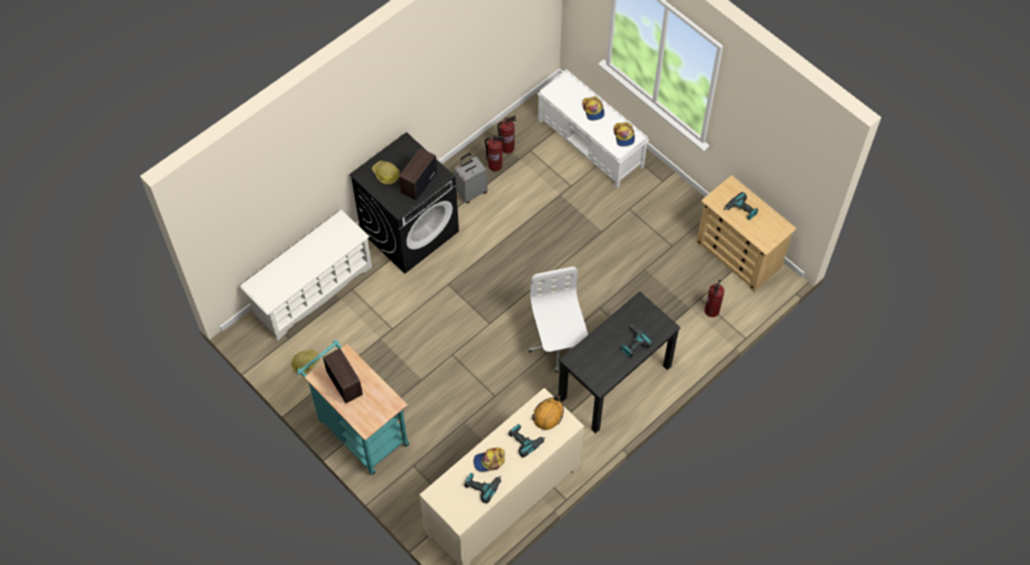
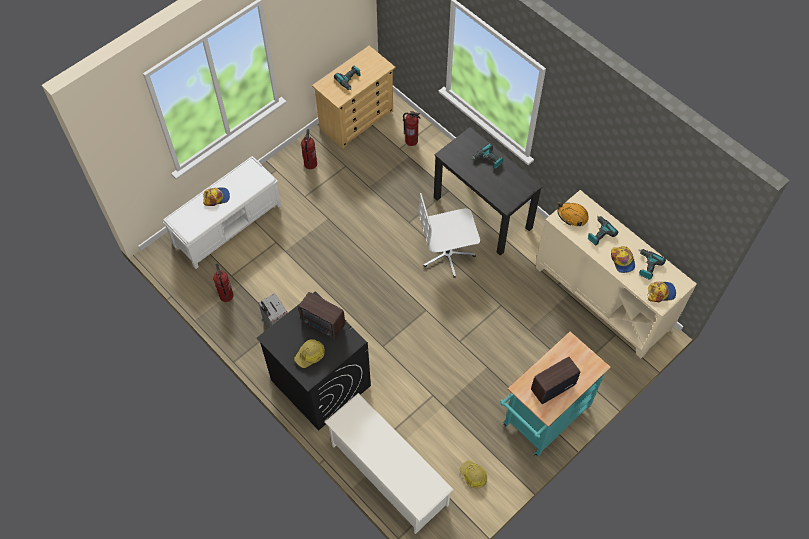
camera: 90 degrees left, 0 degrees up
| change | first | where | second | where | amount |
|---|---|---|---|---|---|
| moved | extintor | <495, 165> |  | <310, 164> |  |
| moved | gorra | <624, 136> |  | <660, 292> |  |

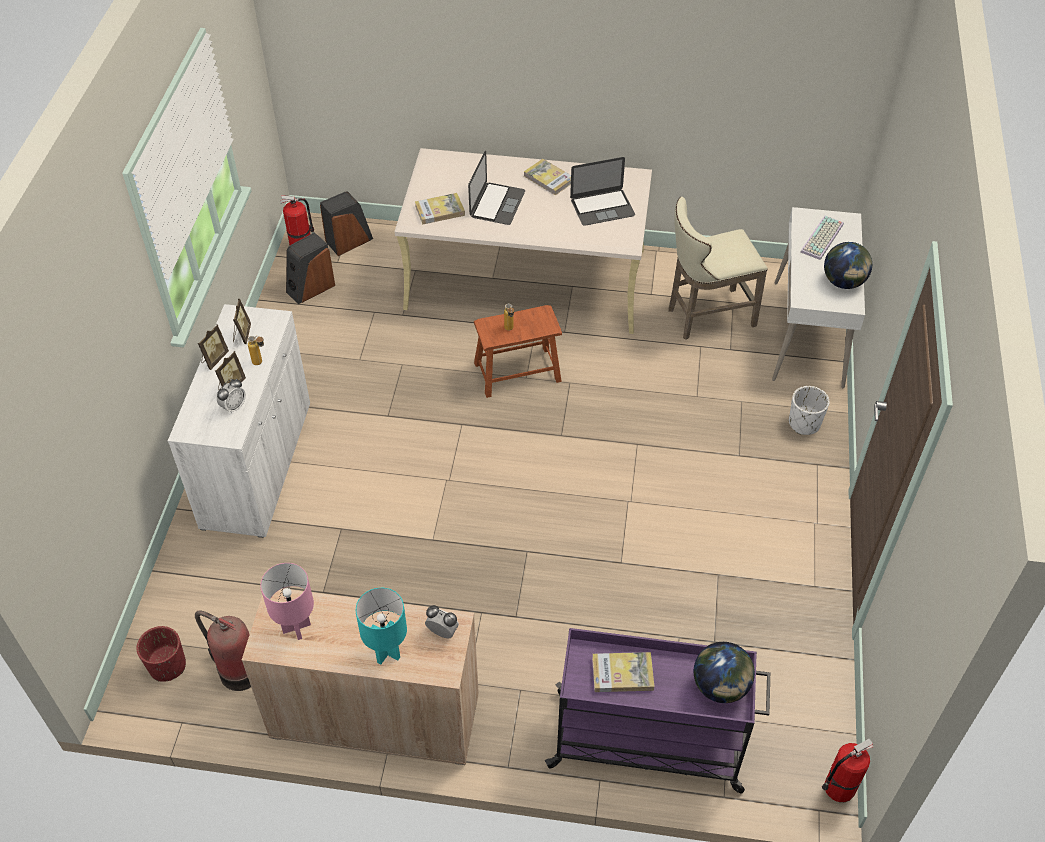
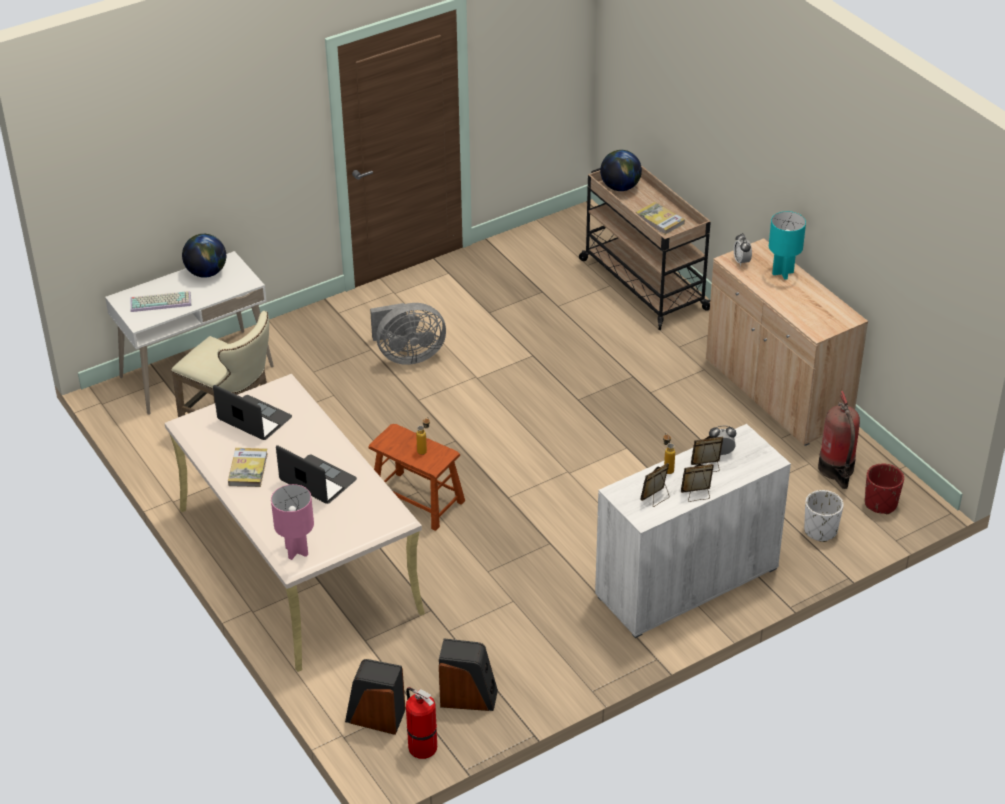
camera: 130 degrees left, 10 degrees down
| change | first | where | second | where | amount |
|---|---|---|---|---|---|
| moved | lámpara de mesa [rosa] | <297, 628> |  | <296, 551> |  |
| turned | portátil | <497, 204> |  | <318, 480> | 60 degrees clockwise |
| added |  |  | ventilador [gris] | <408, 356> |  |
| recoloured | carrito [morado] | <650, 742> | carrito [beis] | <642, 283> |  |
| moved | maceta [blanco] | <804, 423> |  | <820, 530> |  |
| removed | libro | <440, 210> |  |  |  |
| removed | extintor | <838, 788> |  |  |  |

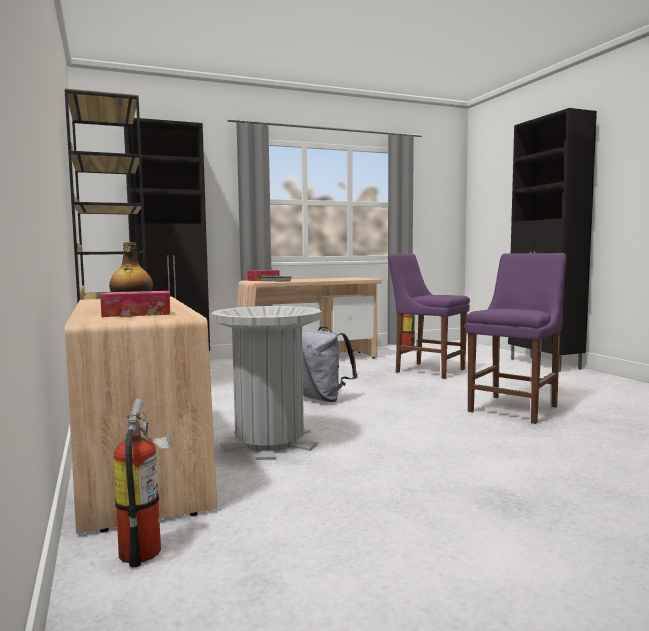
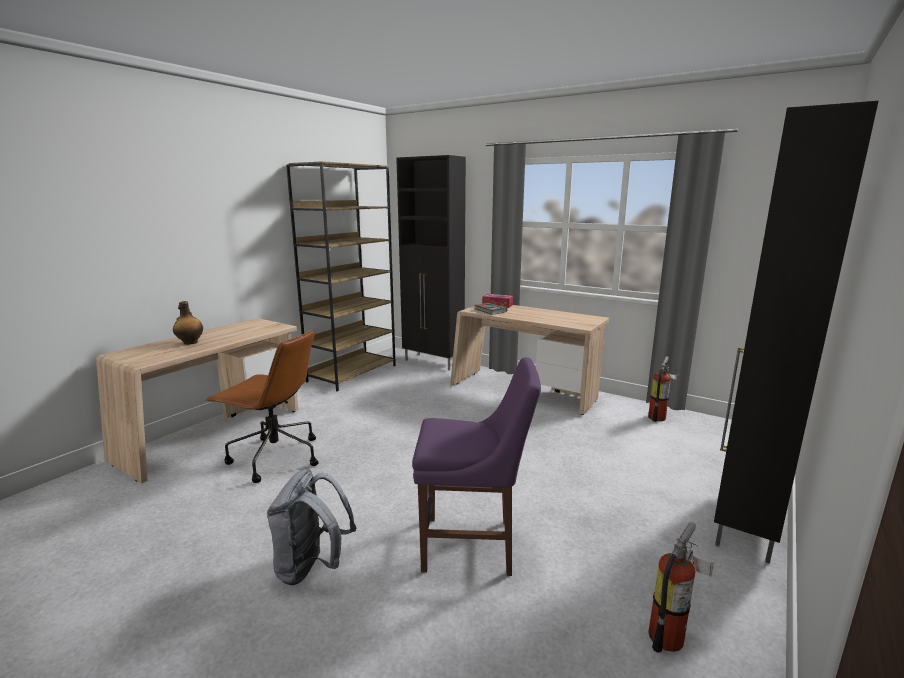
camera: 55 degrees right, 10 degrees up
| change | first | where | second | where | amount |
|---|---|---|---|---|---|
| replaced | papelera [gris] | <270, 442> | silla de oficina [marrón] | <274, 457> |  |
| moved | mochila [gris] | <324, 399> |  | <312, 567> |  |
| moved | extintor | <145, 549> |  | <671, 636> |  |
| removed | caja de pañuelos | <137, 314> |  |  |  |
| removed | silla [morado] | <427, 370> |  |  |  |

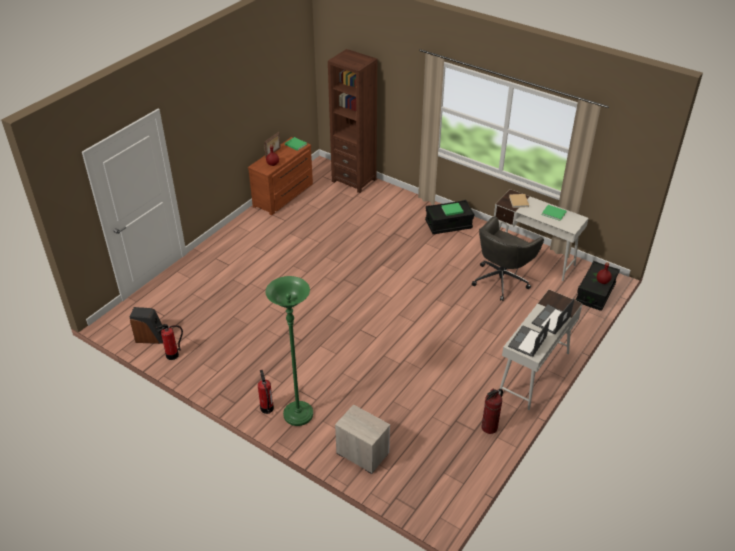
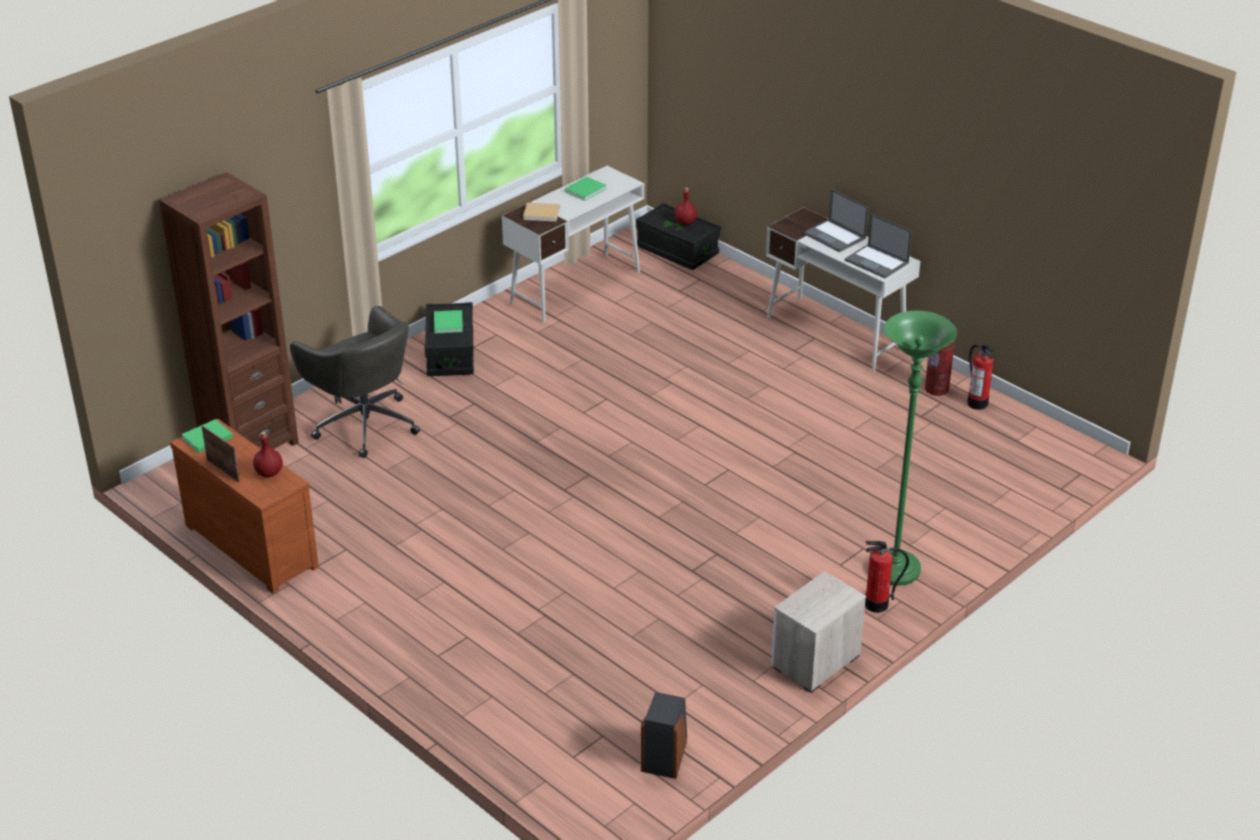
camera: 80 degrees left, 5 degrees down
| change | first | where | second | where | amount |
|---|---|---|---|---|---|
| moved | silla de oficina [gris] | <501, 280> |  | <364, 423> |  |
| moved | mesita de noche | <362, 452> |  | <814, 661> |  |
| moved | extintor | <172, 355> |  | <977, 403> |  |

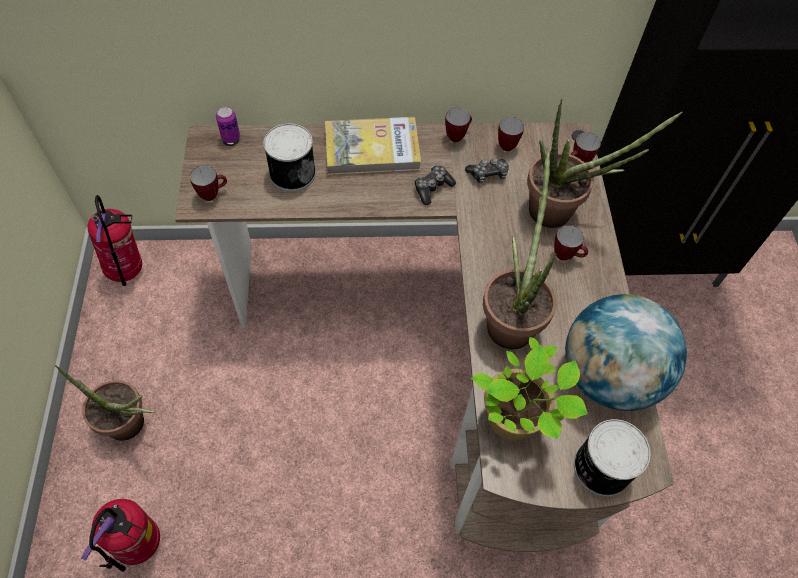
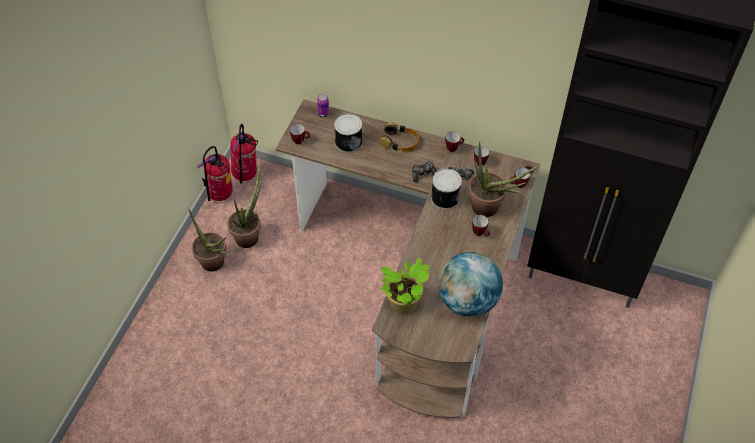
camera: 25 degrees right, 5 degrees down
| change | first | where | second | where | amount |
|---|---|---|---|---|---|
| moved | extintor | <141, 547> |  | <220, 196> |  |
| moved | planta en maceta | <511, 318> |  | <250, 235> |  |
| replaced | libro | <372, 149> | auriculares | <399, 142> |  |
| moved | lata | <600, 467> |  | <444, 197> |  |

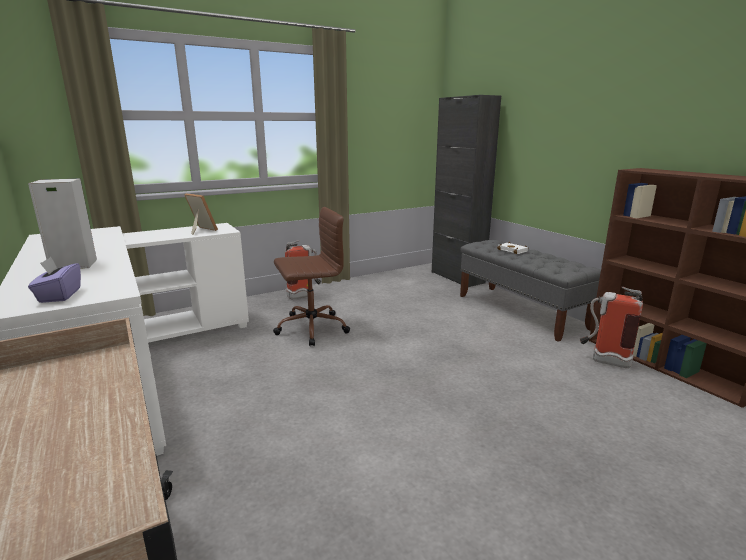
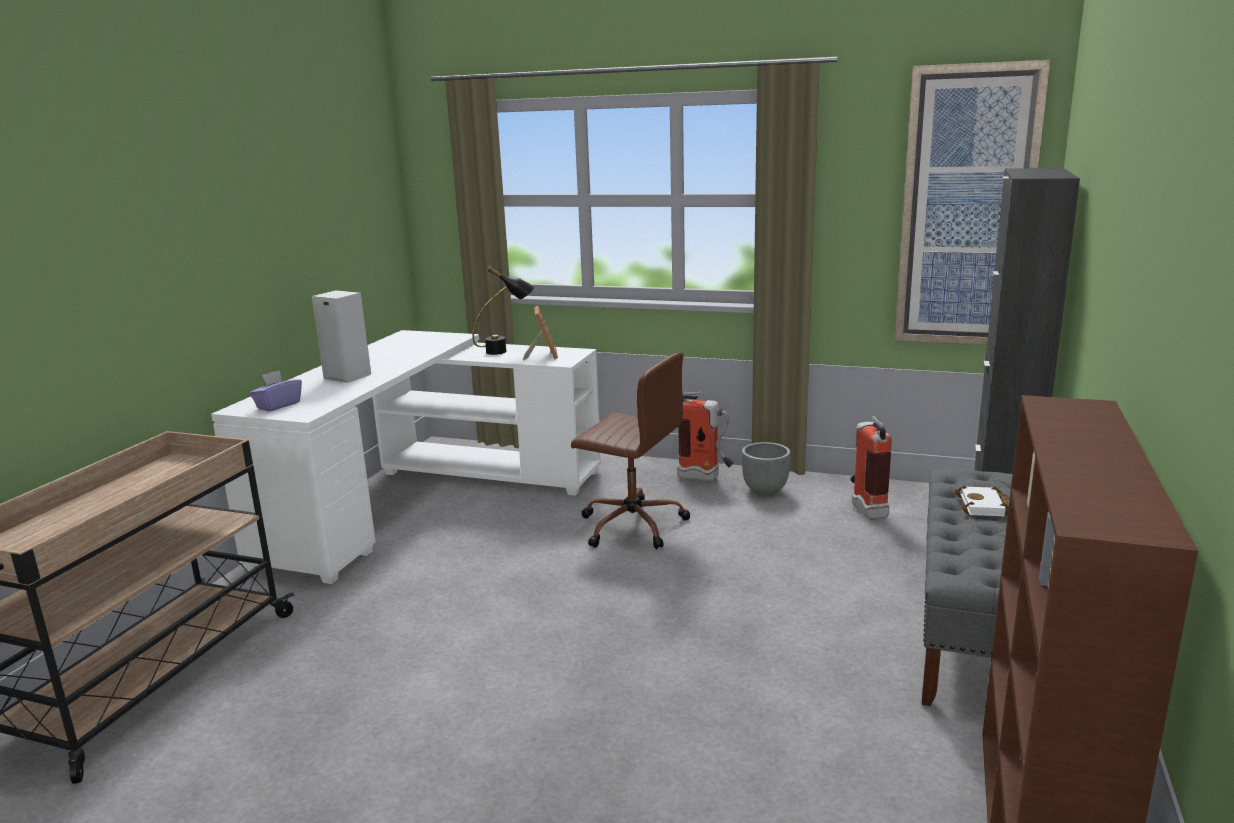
camera: 50 degrees right, 0 degrees up
| change | first | where | second | where | amount |
|---|---|---|---|---|---|
| added |  |  | lámpara de mesa [negro] | <506, 351> |  |
| added |  |  | maceta [gris] | <765, 491> |  |
| moved | extintor | <603, 360> |  | <865, 508> |  |
| added |  |  | cuadro | <966, 209> |  |

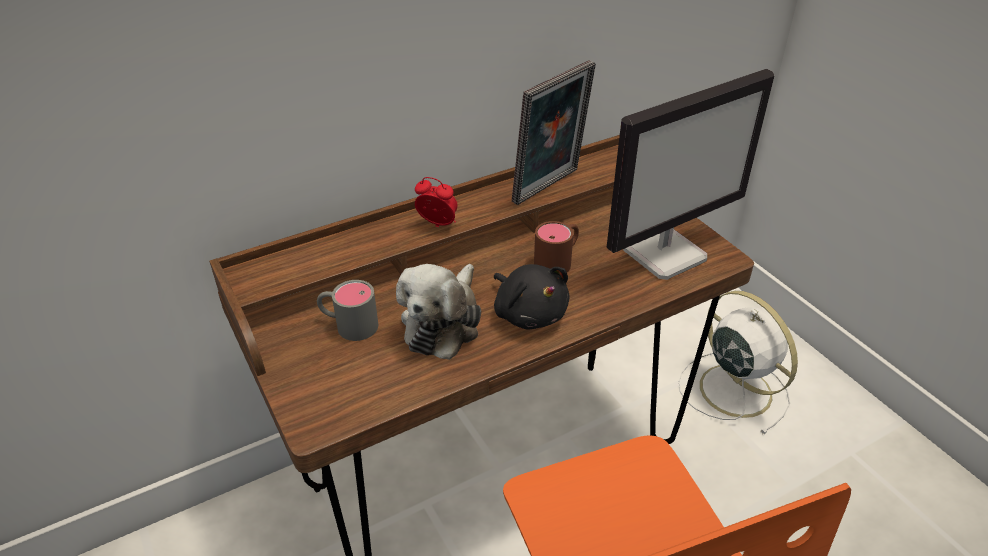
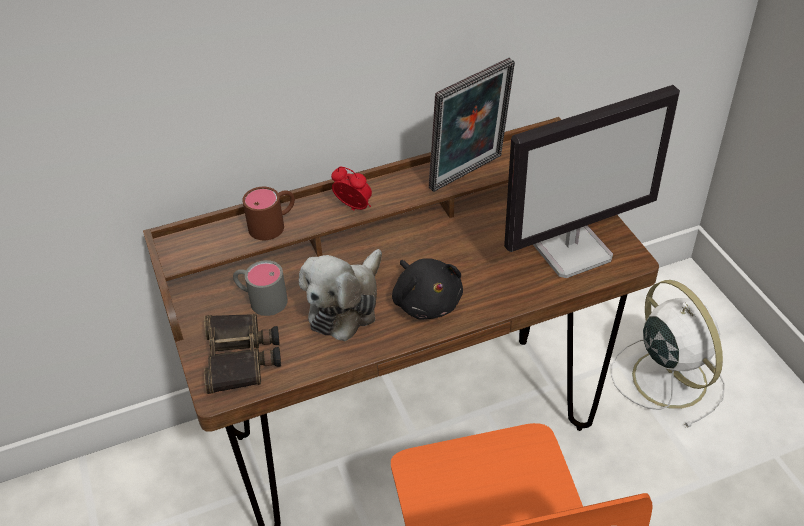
camera: 10 degrees right, 5 degrees up
| change | first | where | second | where | amount |
|---|---|---|---|---|---|
| added |  |  | prismáticos | <242, 357> |  |
| moved | taza grande [marrón] | <558, 260> |  | <274, 224> |  |

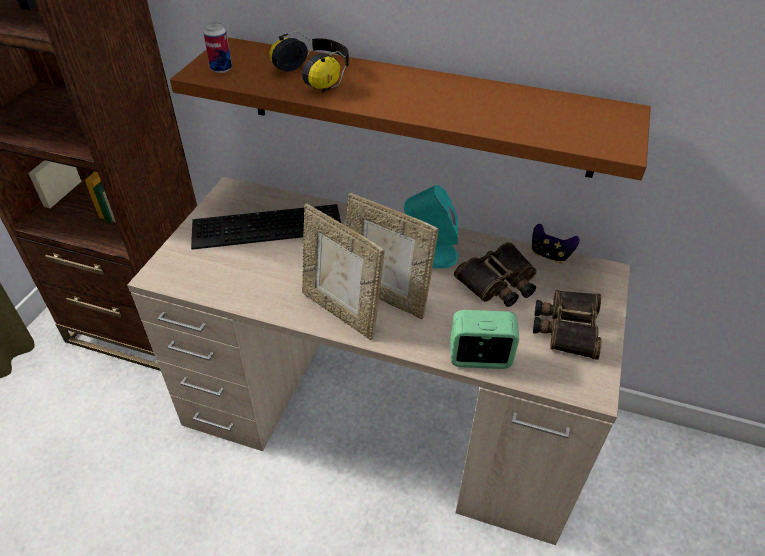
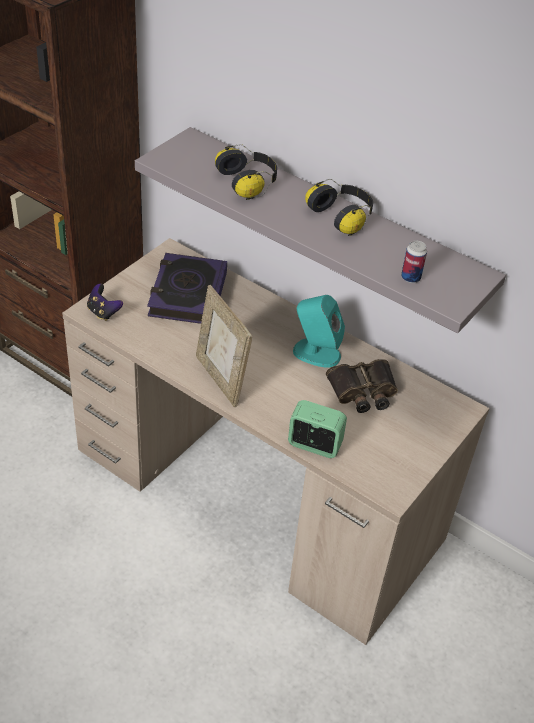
camera: 15 degrees right, 0 degrees up
| change | first | where | second | where | amount |
|---|---|---|---|---|---|
| moved | mando de consola | <549, 255> |  | <103, 312> |  |
| recoloured | estante [marrón] | <417, 107> | estante [gris] | <332, 224> |  |
| replaced | teclado | <265, 228> | libro | <187, 294> |  |
| added |  |  | auriculares | <342, 217> |  |
| moved | lata | <221, 69> |  | <410, 278> |  |
| removed | portarretratos | <386, 296> |  |  |  |
| removed | prismáticos | <566, 327> |  |  |  |

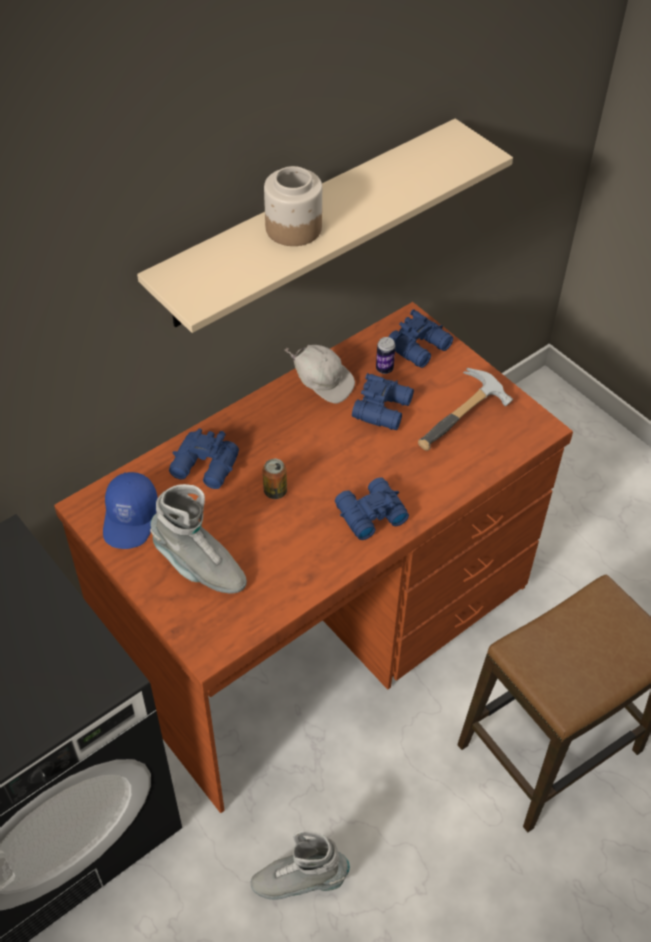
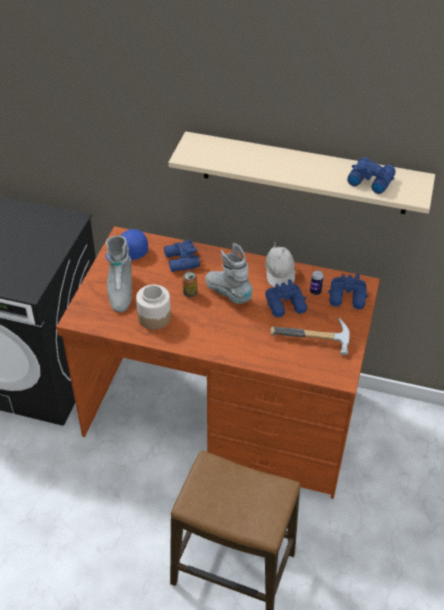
camera: 55 degrees right, 5 degrees down
| change | first | where | second | where | amount |
|---|---|---|---|---|---|
| moved | tarro | <292, 228> |  | <154, 317> |  |
| moved | bota [gris] | <299, 881> |  | <228, 293> |  |
| moved | prismáticos [azul] | <369, 514> |  | <370, 180> |  |

